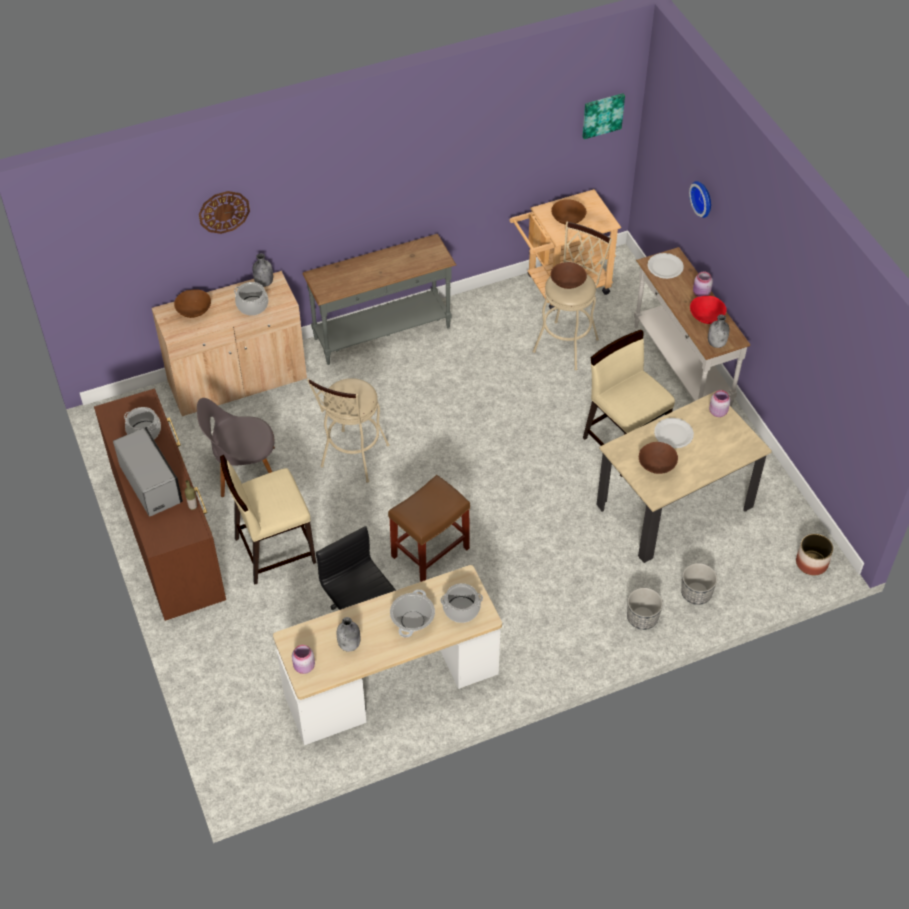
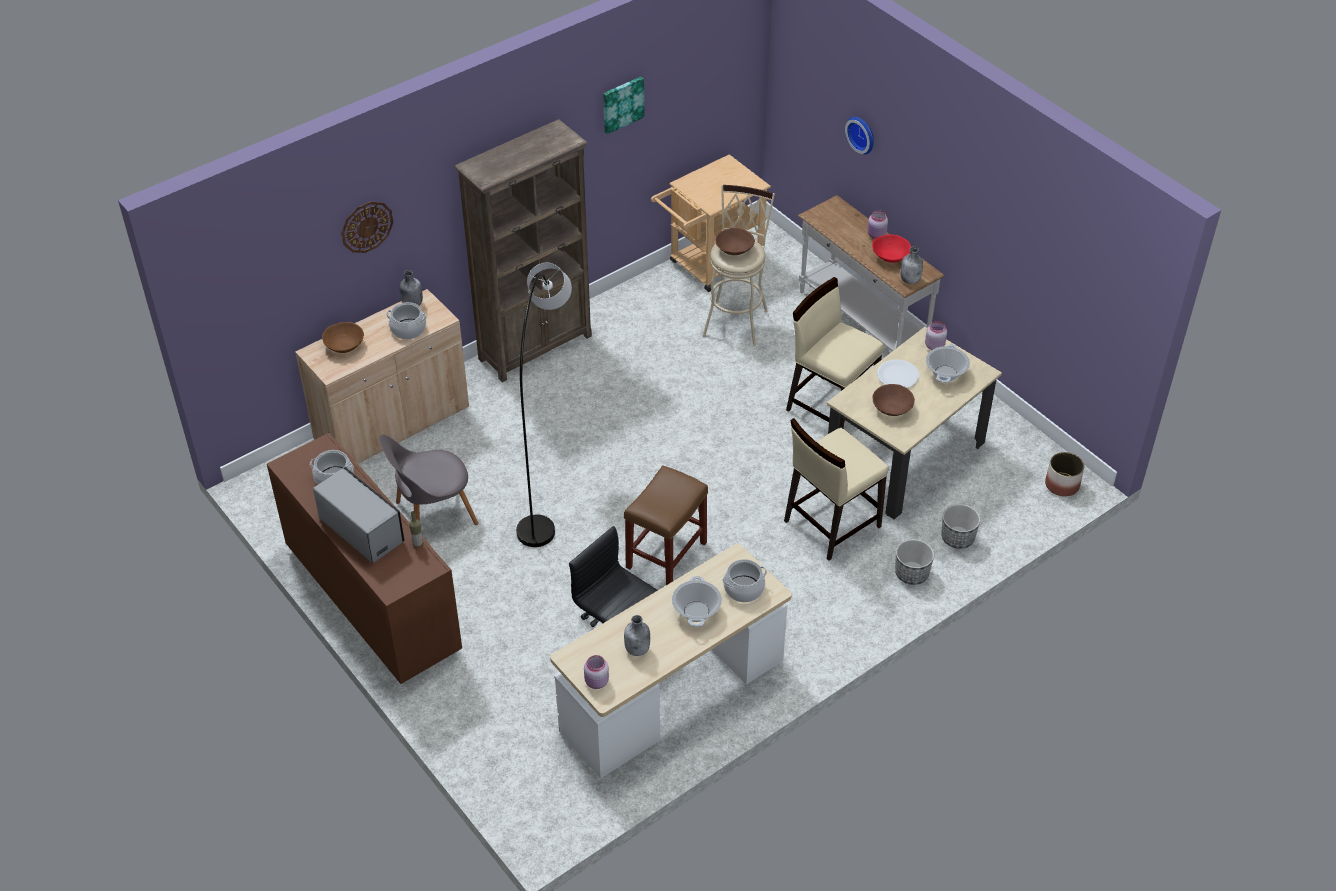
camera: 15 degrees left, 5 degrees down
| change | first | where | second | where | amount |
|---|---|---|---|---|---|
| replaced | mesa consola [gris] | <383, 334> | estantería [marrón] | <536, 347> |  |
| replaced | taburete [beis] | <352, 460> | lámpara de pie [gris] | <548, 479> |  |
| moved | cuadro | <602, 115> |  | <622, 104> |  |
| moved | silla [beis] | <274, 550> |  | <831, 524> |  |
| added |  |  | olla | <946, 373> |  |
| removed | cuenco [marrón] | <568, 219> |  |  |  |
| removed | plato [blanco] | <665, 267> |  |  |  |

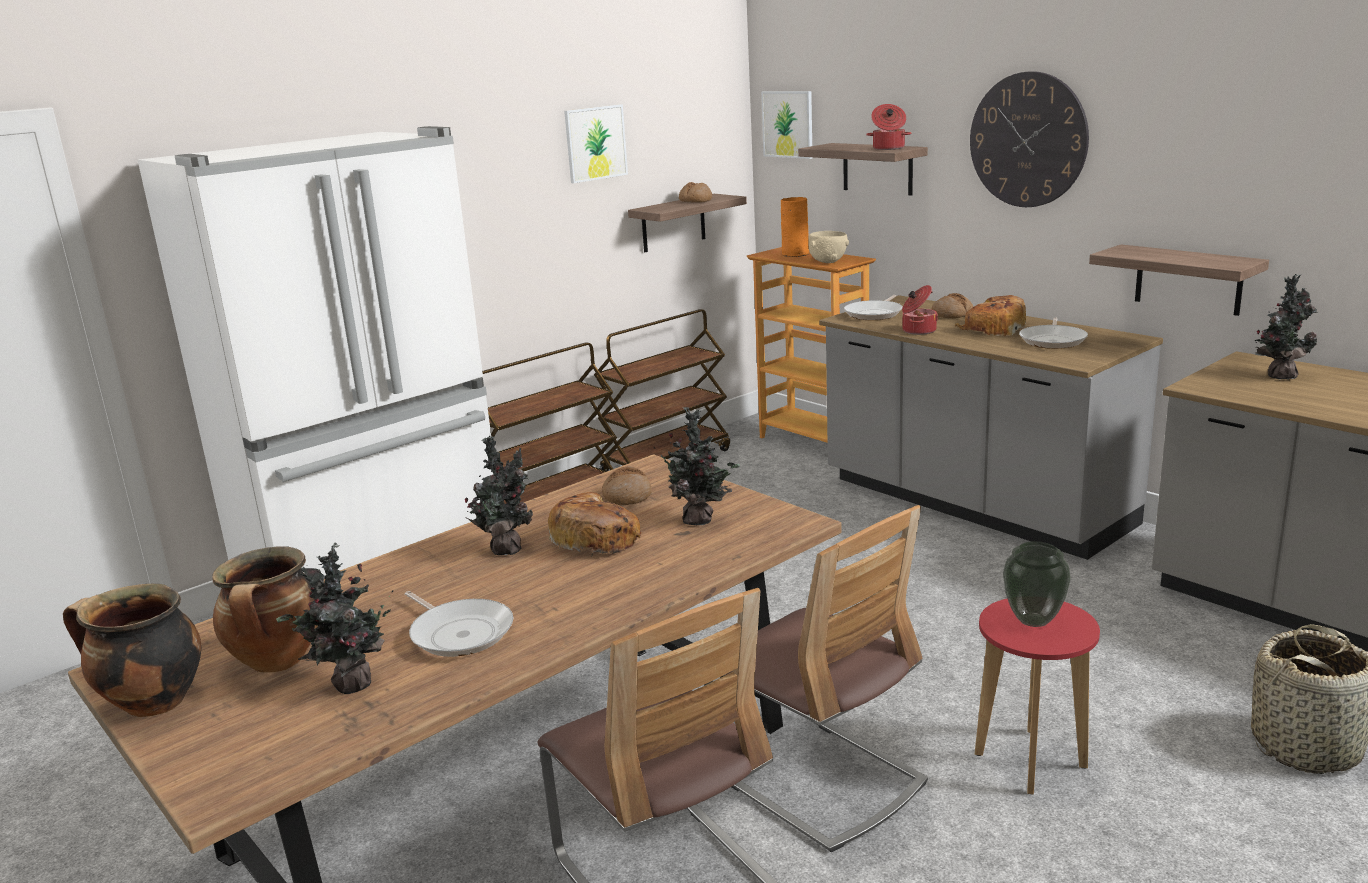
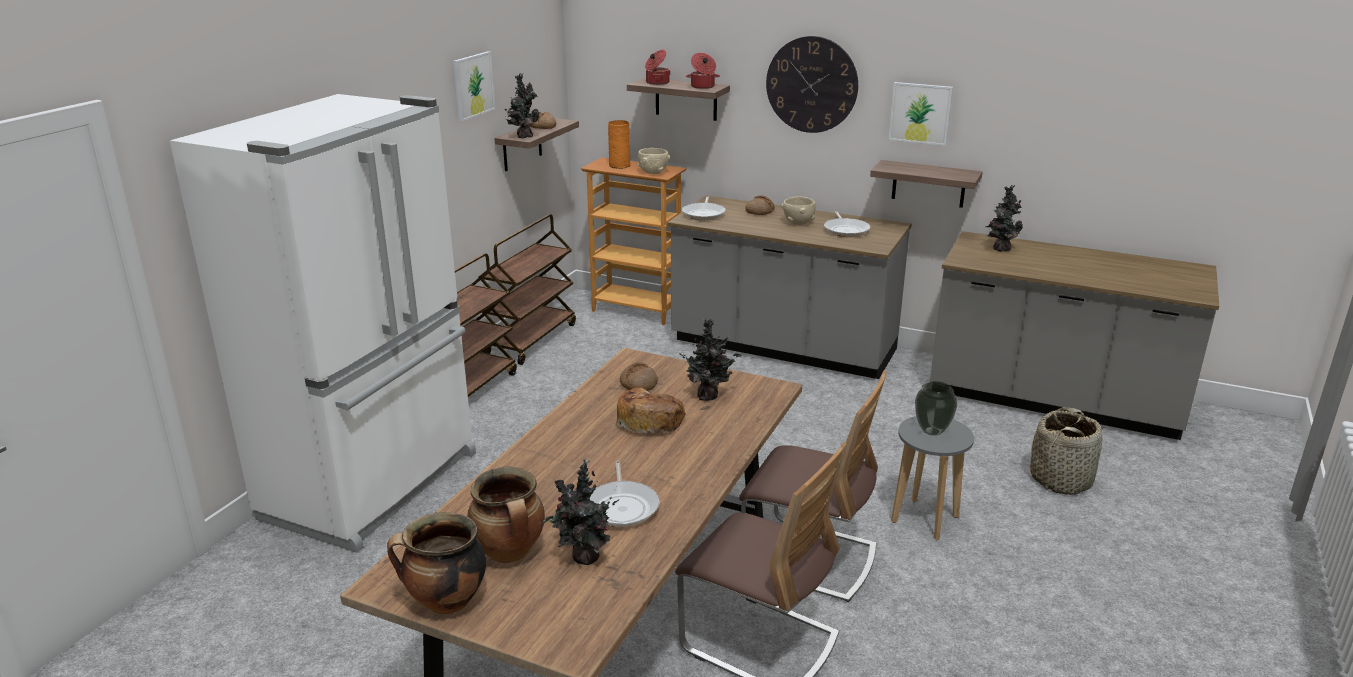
camera: 25 degrees left, 5 degrees up
| change | first | where | second | where | amount |
|---|---|---|---|---|---|
| moved | planta en maceta | <506, 549> |  | <524, 136> |  |
| turned | sartén | <459, 633> |  | <622, 506> | 60 degrees clockwise |
| moved | olla | <918, 331> |  | <657, 83> |  |
| replaced | pan | <992, 329> | cuenco [beis] | <798, 223> |  |
| moved | cuadro | <788, 124> |  | <920, 113> |  |
| recoloured | taburete [rojo] | <1029, 760> | taburete [gris] | <924, 519> |  |

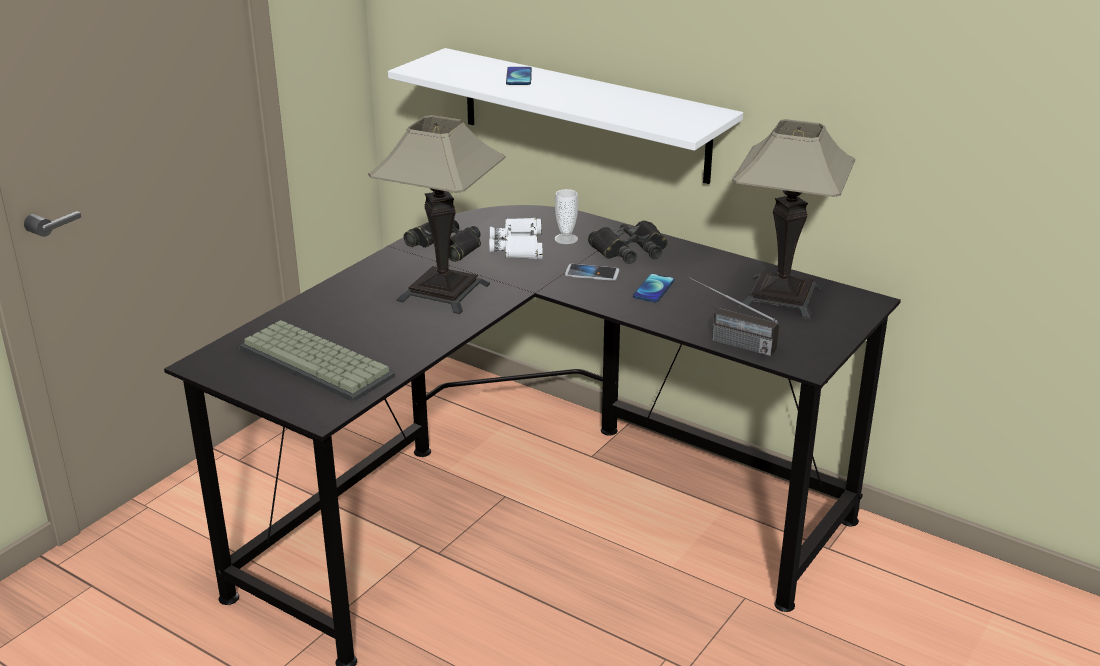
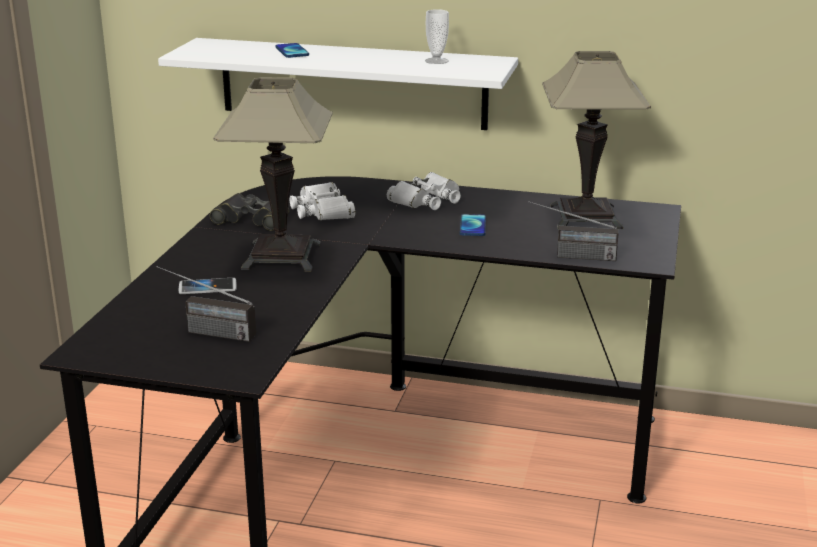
camera: 20 degrees left, 5 degrees down
| change | first | where | second | where | amount |
|---|---|---|---|---|---|
| replaced | teclado | <319, 362> | radio | <204, 331> |  |
| moved | móvil | <592, 273> |  | <207, 287> |  |
| recoloured | prismáticos [negro] | <630, 250> | prismáticos [blanco] | <426, 200> |  |
| moved | taza | <566, 239> |  | <436, 61> |  |

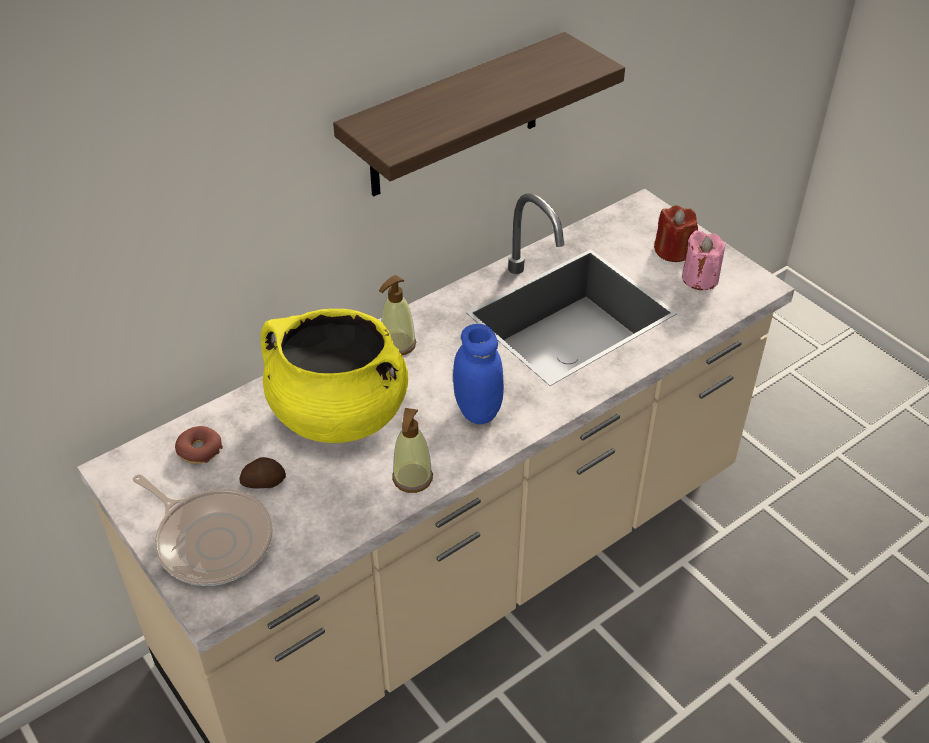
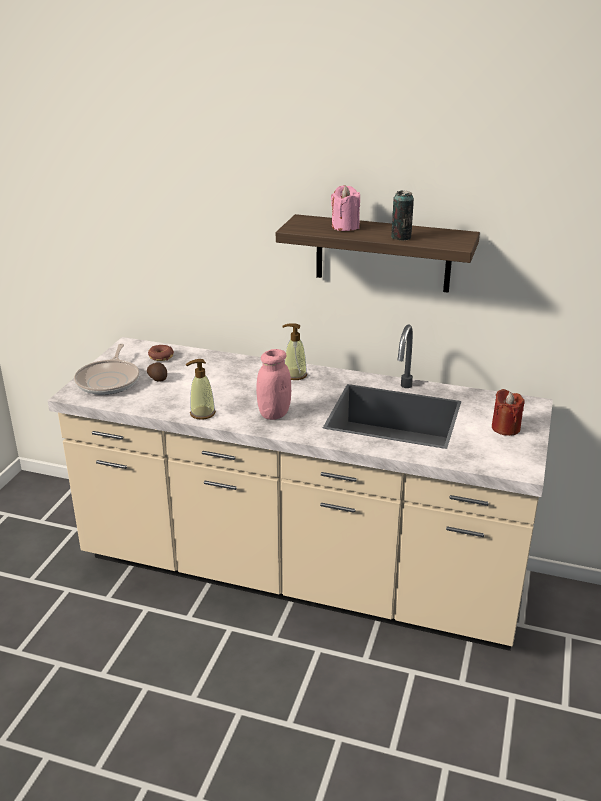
camera: 55 degrees right, 15 degrees down
| change | first | where | second | where | amount |
|---|---|---|---|---|---|
| recoloured | tarro [azul] | <478, 410> | tarro [rosa] | <274, 414> |  |
| moved | vela [rosa] | <700, 278> |  | <345, 227> |  |
| added |  |  | lata | <401, 237> |  |
| removed | olla [amarillo] | <338, 414> |  |  |  |

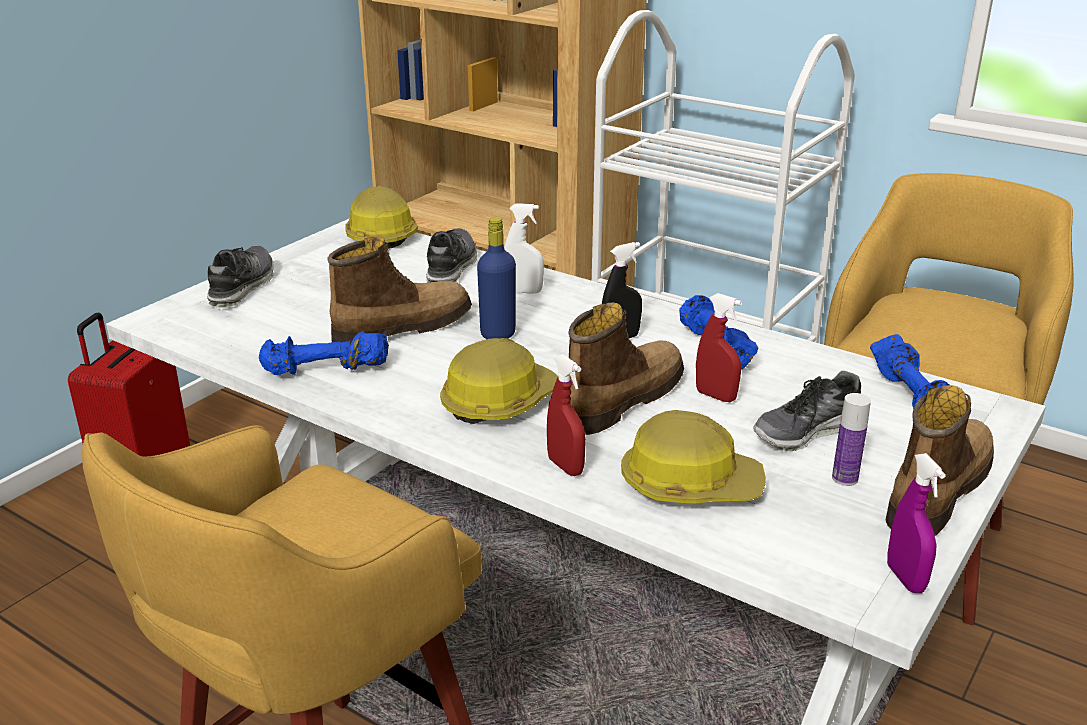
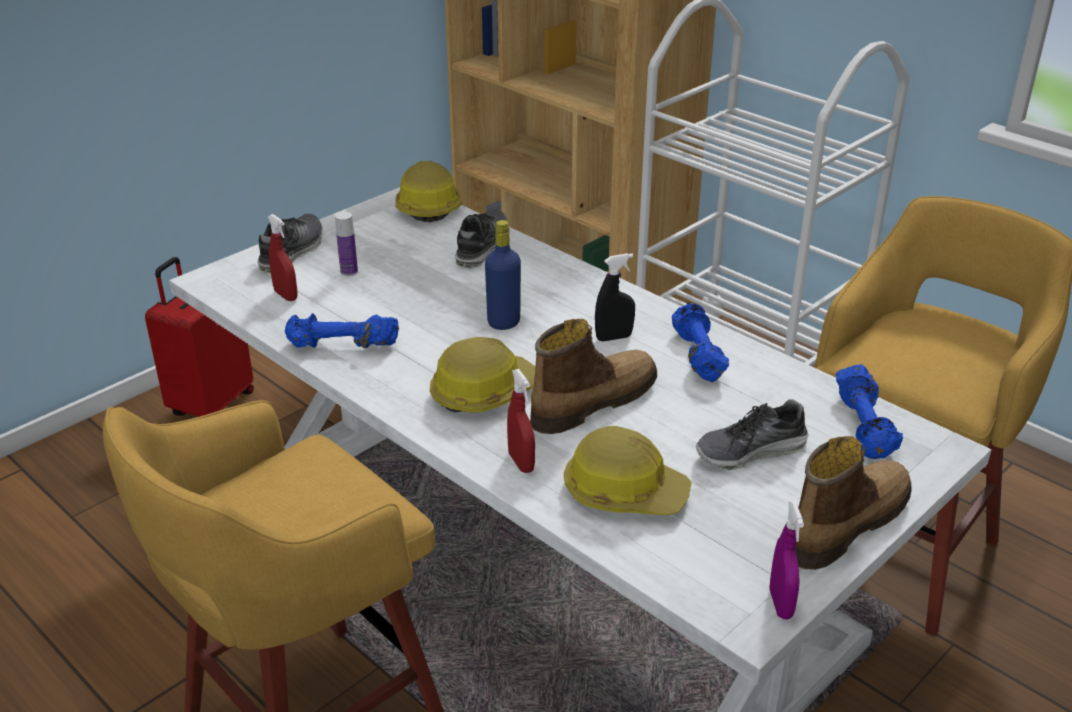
camera: 10 degrees right, 5 degrees up
| change | first | where | second | where | amount |
|---|---|---|---|---|---|
| moved | pulverizador [rojo] | <715, 396> |  | <286, 295> |  |
| moved | botella | <844, 478> |  | <349, 271> |  |
| removed | bota | <402, 328> |  |  |  |
| removed | pulverizador [blanco] | <523, 291> |  |  |  |

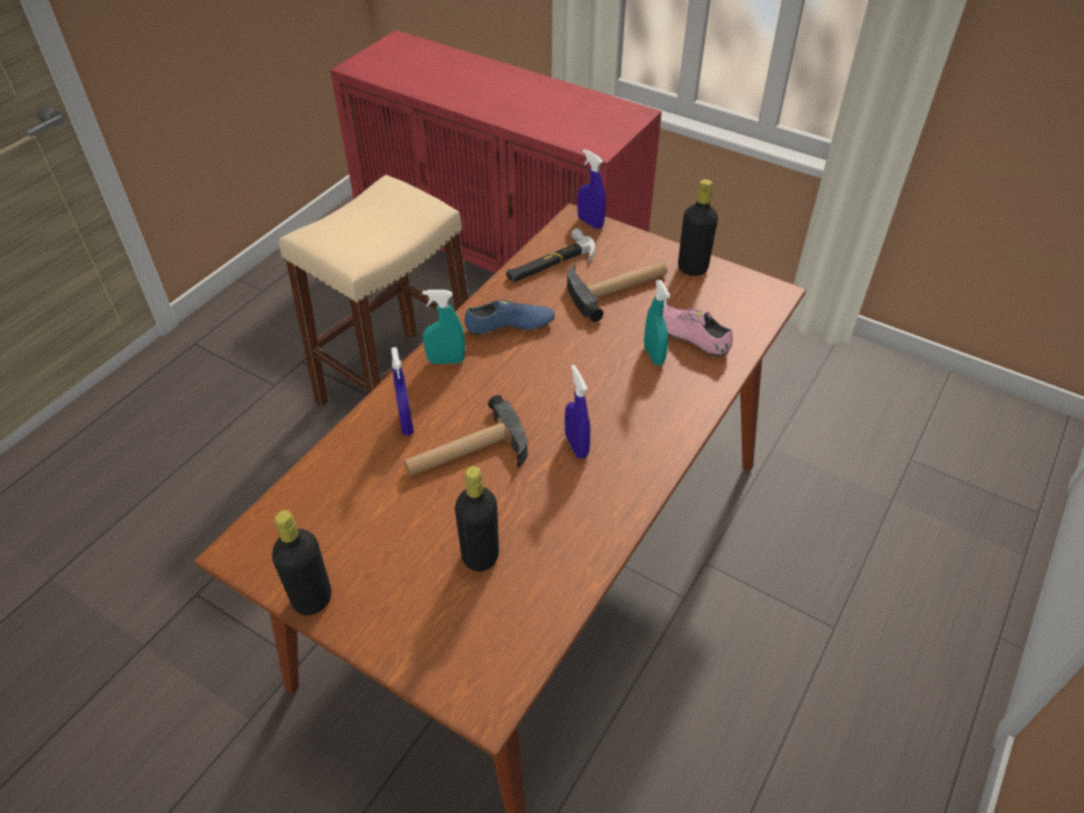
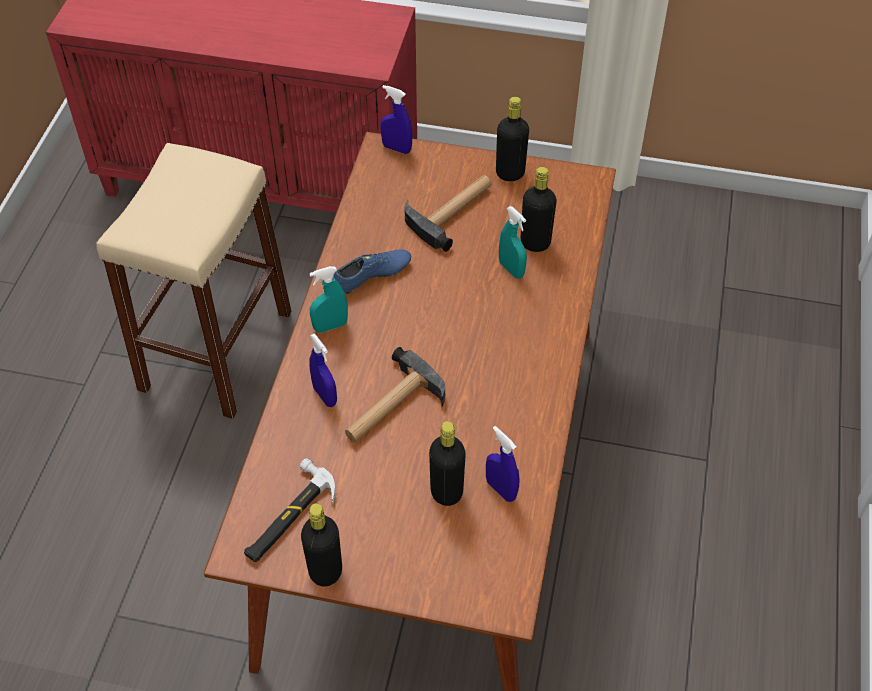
camera: 20 degrees left, 5 degrees up
| change | first | where | second | where | amount |
|---|---|---|---|---|---|
| moved | martillo | <550, 262> |  | <288, 516> |  |
| moved | pulverizador [azul] | <576, 446> |  | <501, 489> |  |
| replaced | zapato [rosa] | <690, 336> | botella [negro] | <535, 243> |  |

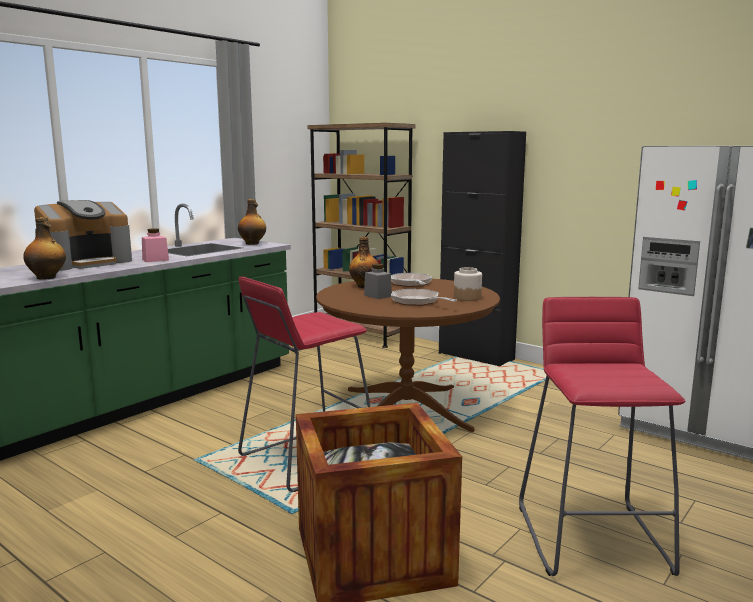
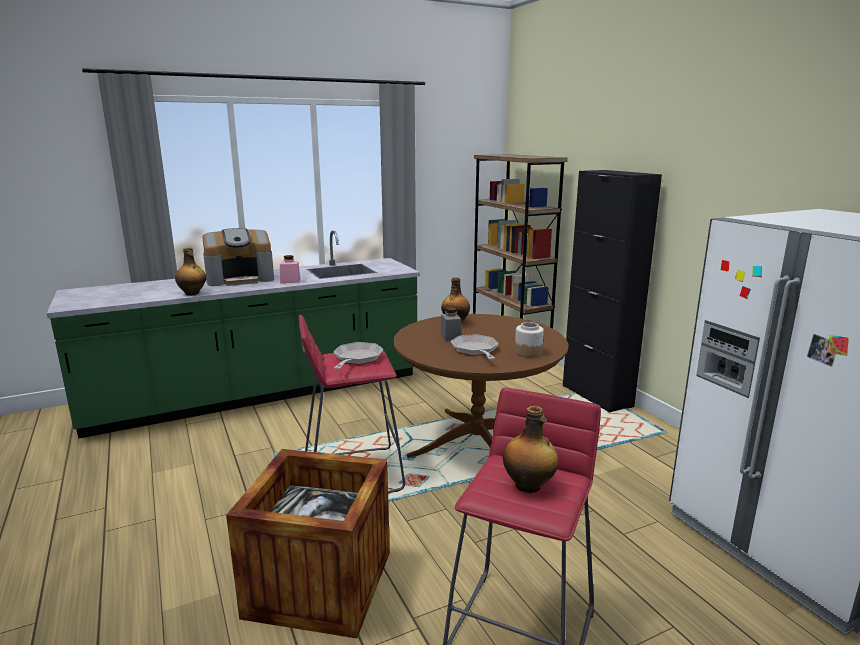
camera: 25 degrees right, 5 degrees up
| change | first | where | second | where | amount |
|---|---|---|---|---|---|
| moved | sartén | <411, 284> |  | <356, 359> |  |
| moved | botella | <252, 243> |  | <529, 486> |  |

